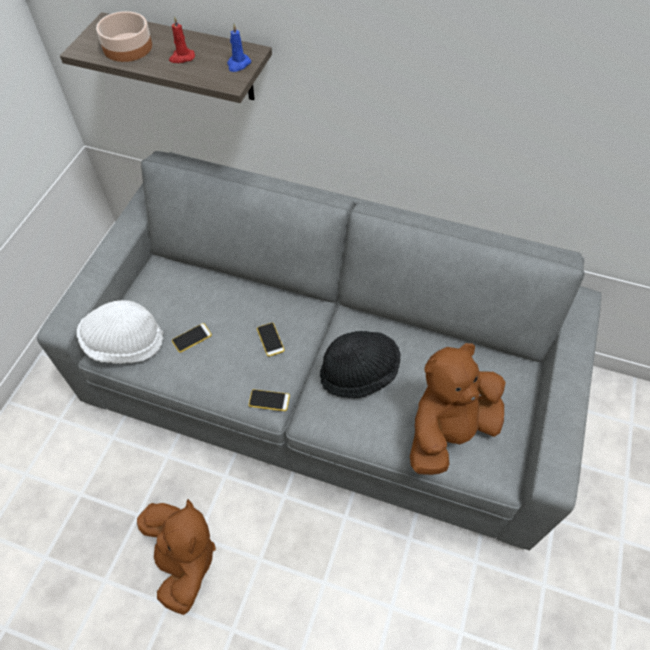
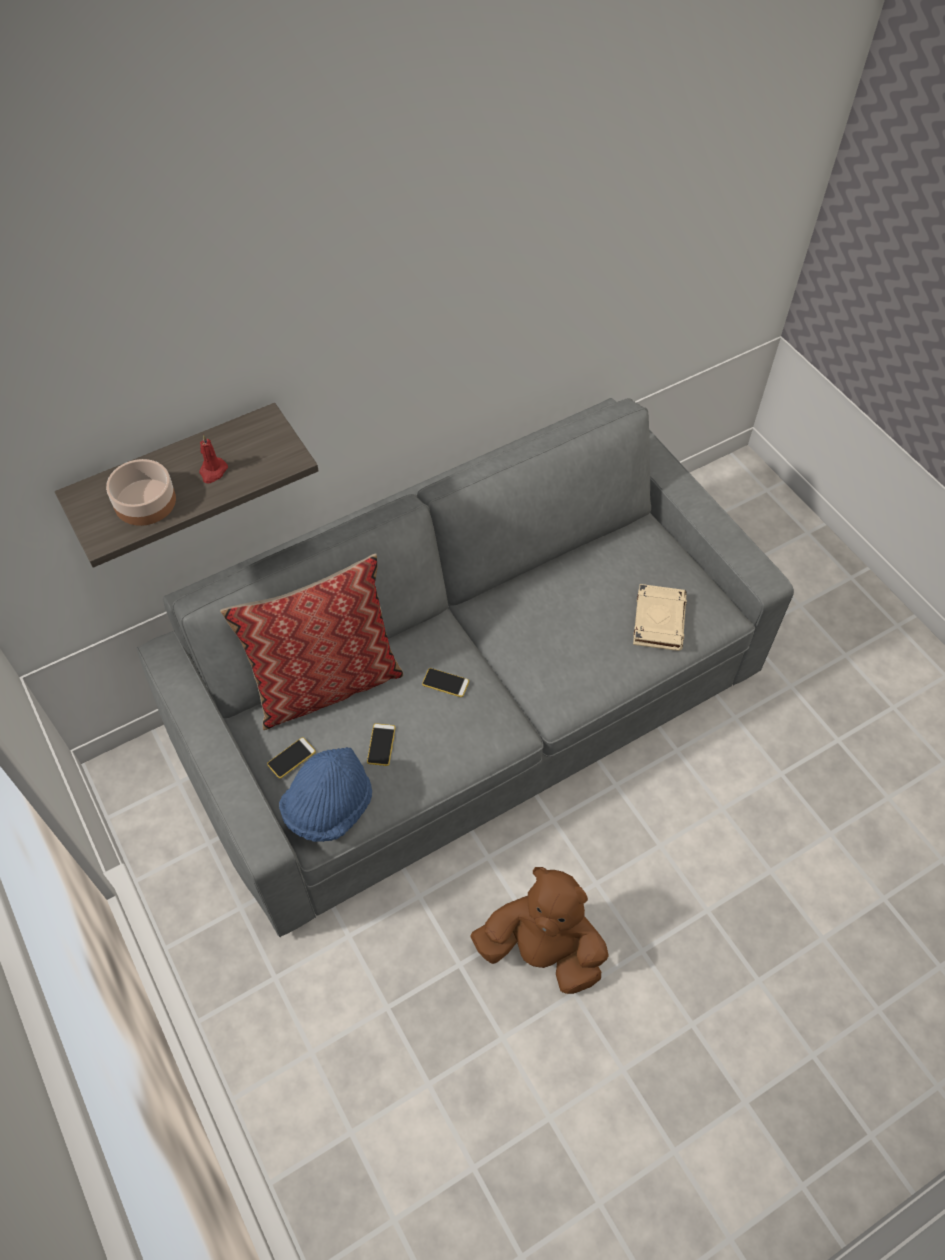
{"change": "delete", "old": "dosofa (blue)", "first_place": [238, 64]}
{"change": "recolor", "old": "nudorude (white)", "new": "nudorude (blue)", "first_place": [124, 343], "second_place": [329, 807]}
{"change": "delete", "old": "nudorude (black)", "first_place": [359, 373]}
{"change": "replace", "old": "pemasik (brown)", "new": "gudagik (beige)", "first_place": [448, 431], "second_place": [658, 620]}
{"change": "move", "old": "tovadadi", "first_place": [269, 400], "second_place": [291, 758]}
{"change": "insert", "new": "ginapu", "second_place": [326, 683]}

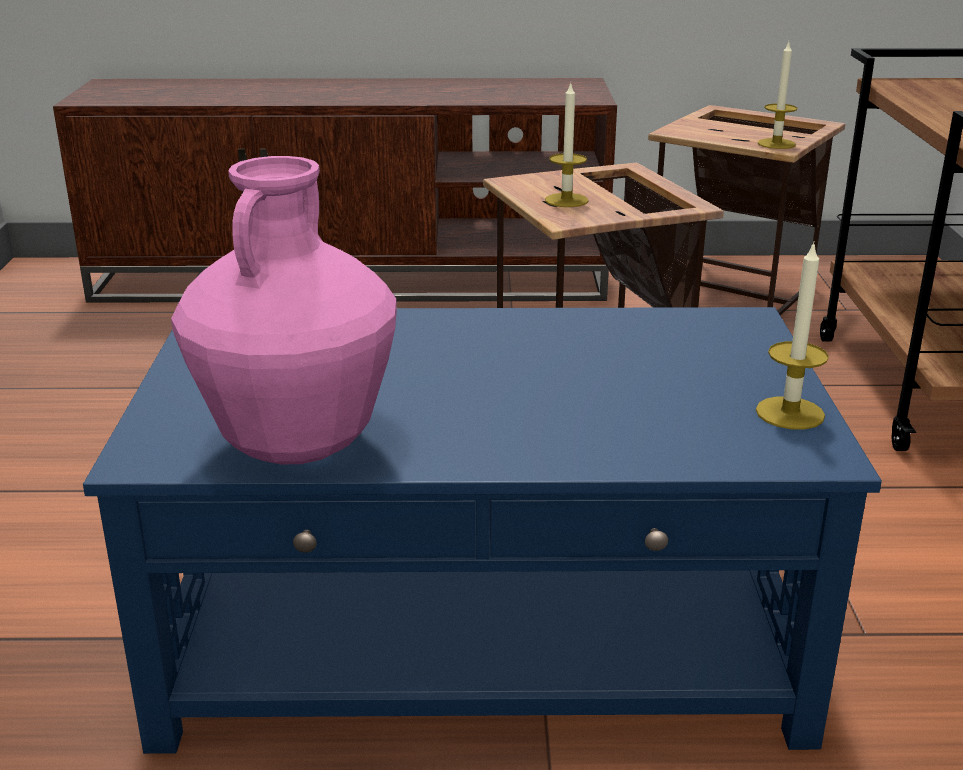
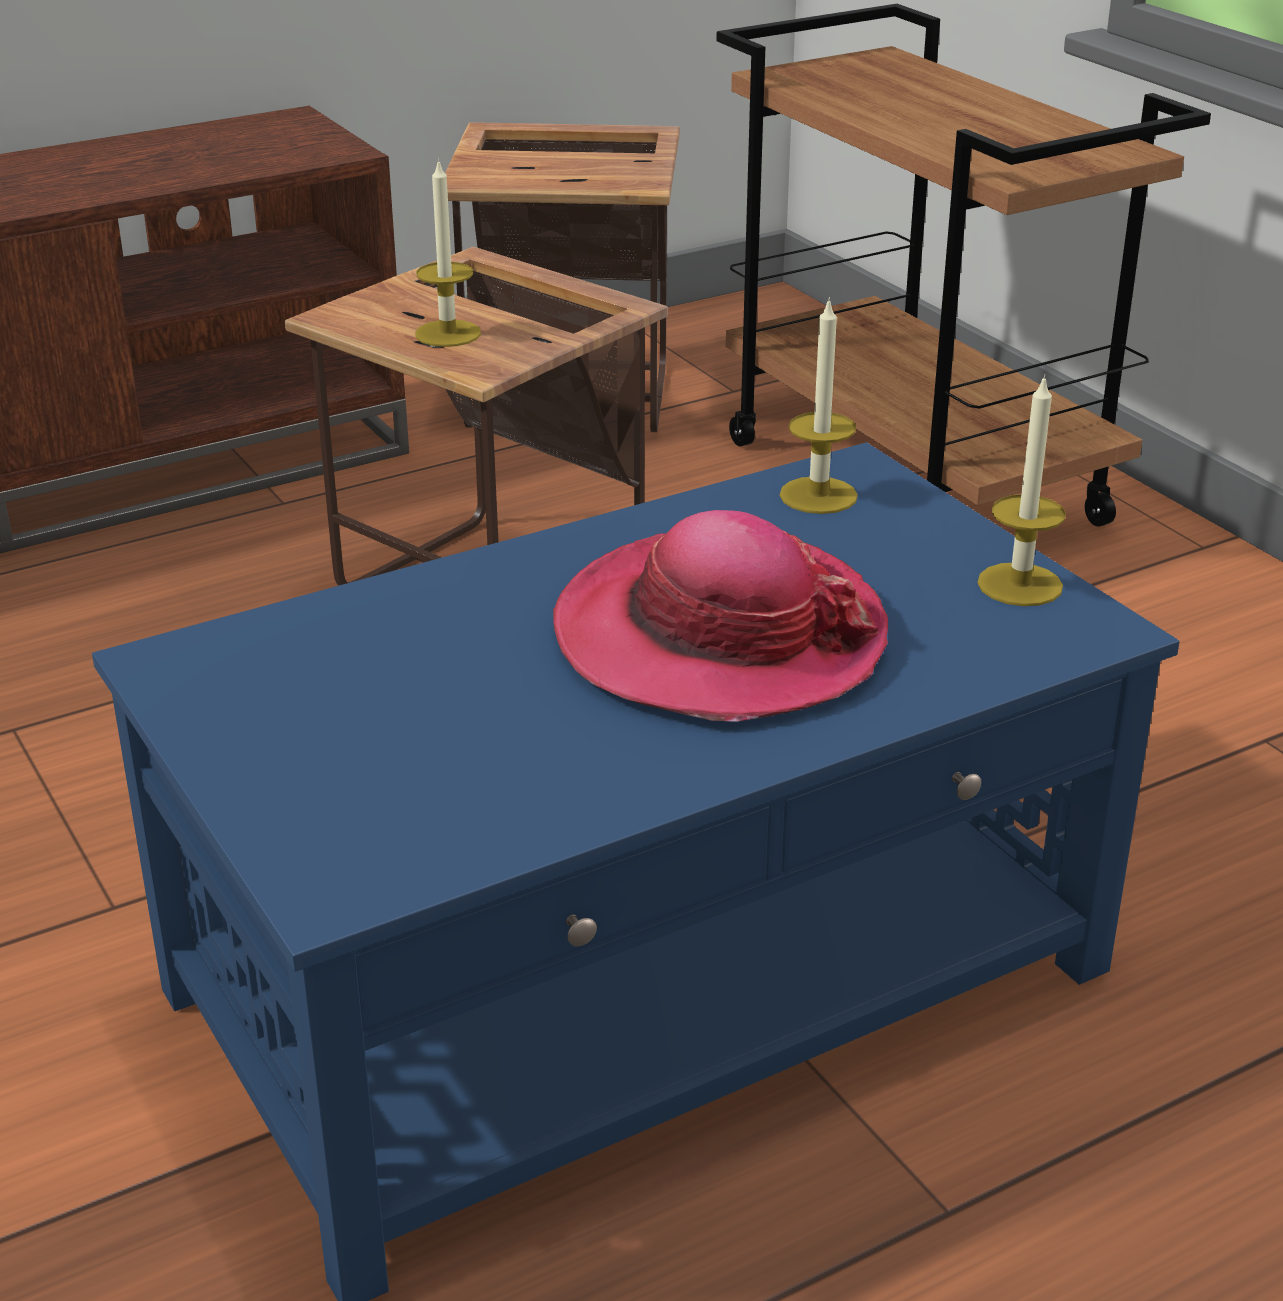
{"change": "move", "old": "dosofa", "first_place": [776, 144], "second_place": [818, 495]}
{"change": "delete", "old": "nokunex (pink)", "first_place": [298, 445]}
{"change": "insert", "new": "nudorude", "second_place": [719, 636]}

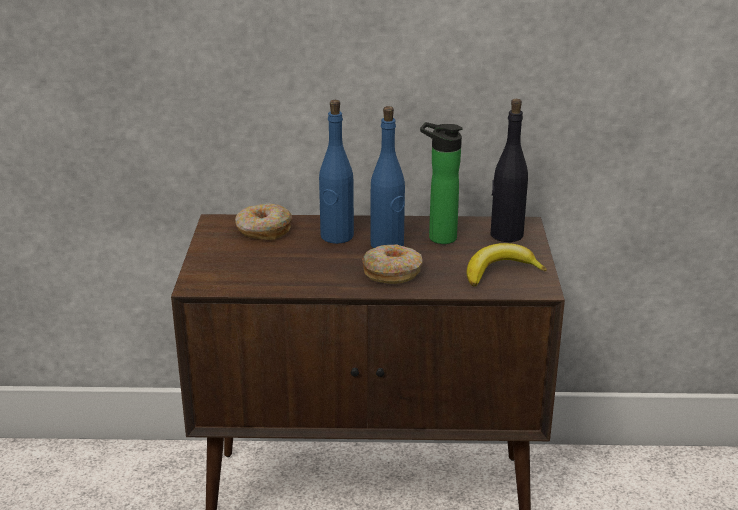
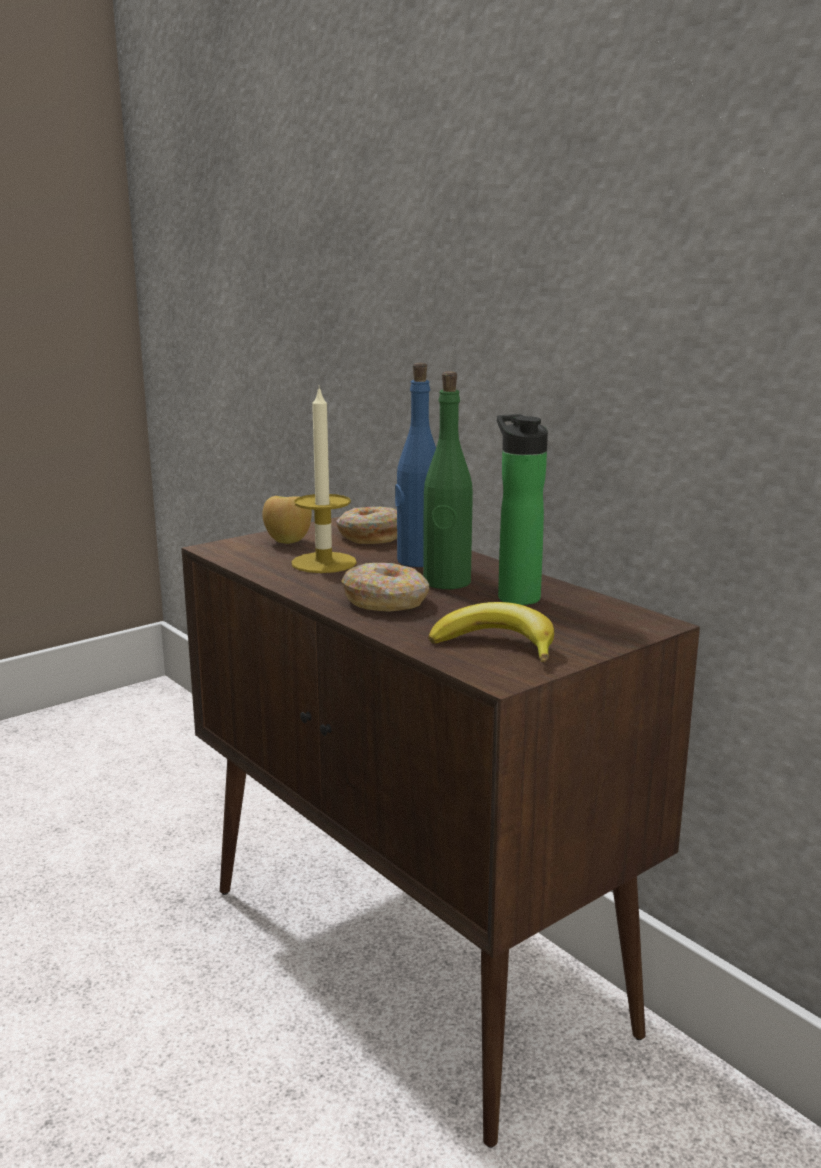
{"change": "delete", "old": "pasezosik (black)", "first_place": [506, 235]}
{"change": "recolor", "old": "pasezosik (blue)", "new": "pasezosik (green)", "first_place": [387, 244], "second_place": [446, 582]}
{"change": "insert", "new": "dosofa", "second_place": [324, 563]}
{"change": "insert", "new": "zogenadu", "second_place": [288, 542]}

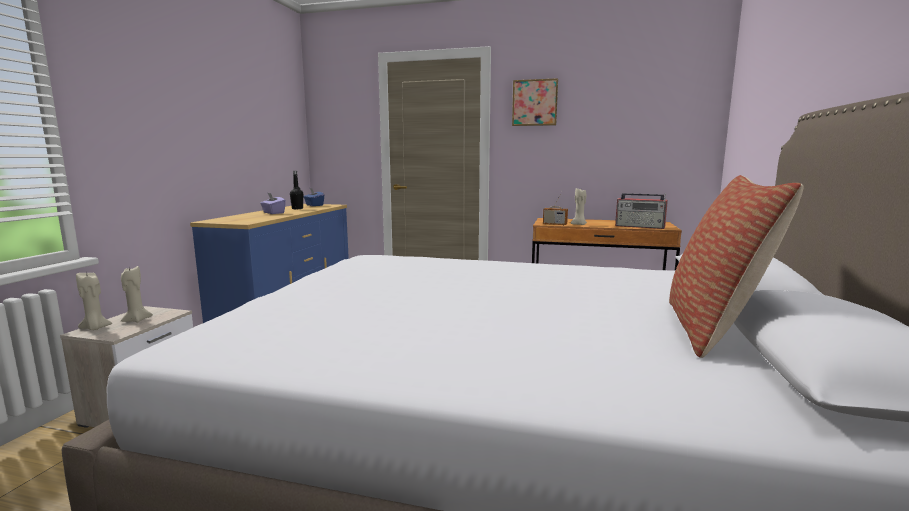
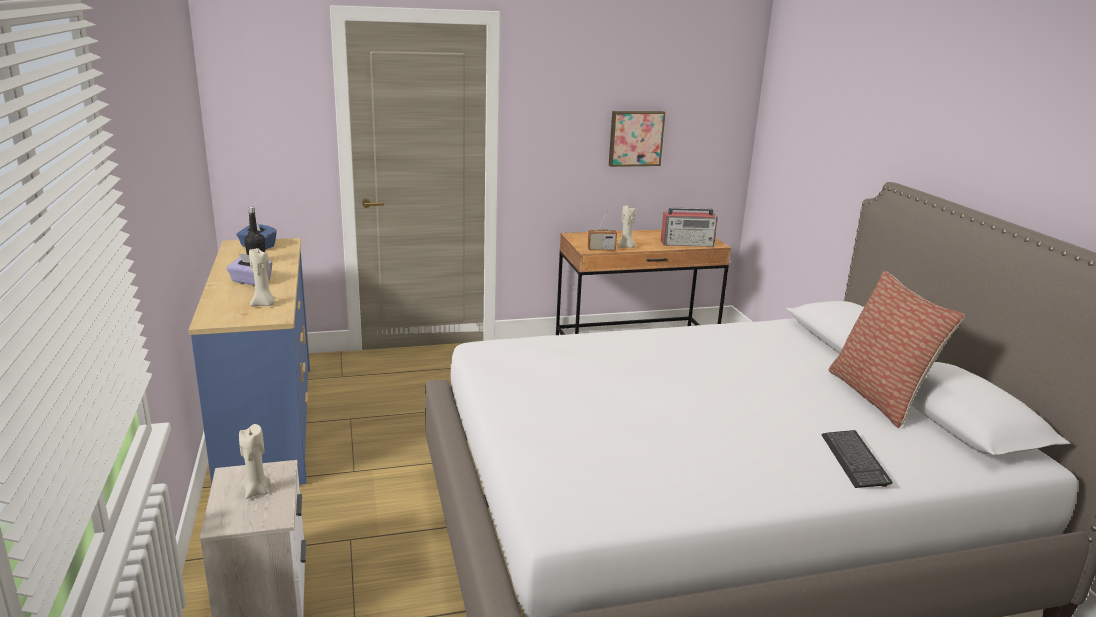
{"change": "move", "old": "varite", "first_place": [535, 103], "second_place": [635, 138]}
{"change": "move", "old": "dosofa (beige)", "first_place": [95, 328], "second_place": [264, 304]}
{"change": "insert", "new": "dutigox", "second_place": [854, 460]}

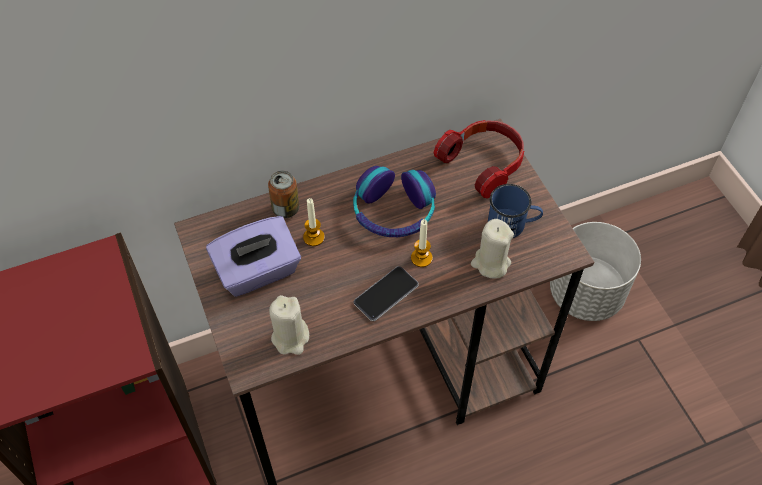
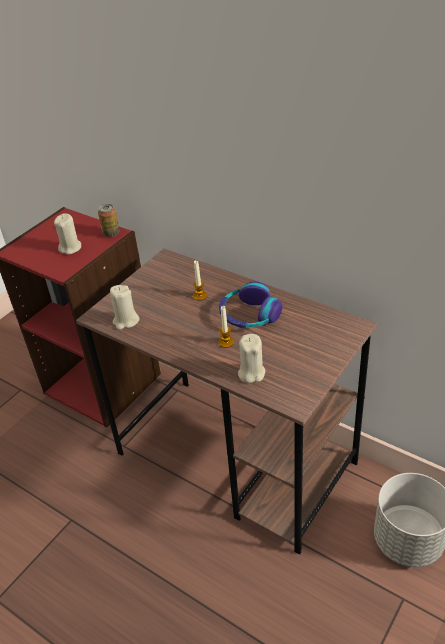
{"change": "delete", "old": "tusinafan", "first_place": [484, 163]}
{"change": "move", "old": "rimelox", "first_place": [286, 209], "second_place": [111, 233]}
{"change": "delete", "old": "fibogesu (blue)", "first_place": [512, 225]}
{"change": "delete", "old": "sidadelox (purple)", "first_place": [258, 272]}
{"change": "delete", "old": "tovadadi", "first_place": [386, 294]}
{"change": "insert", "new": "dosofa (beige)", "second_place": [70, 248]}

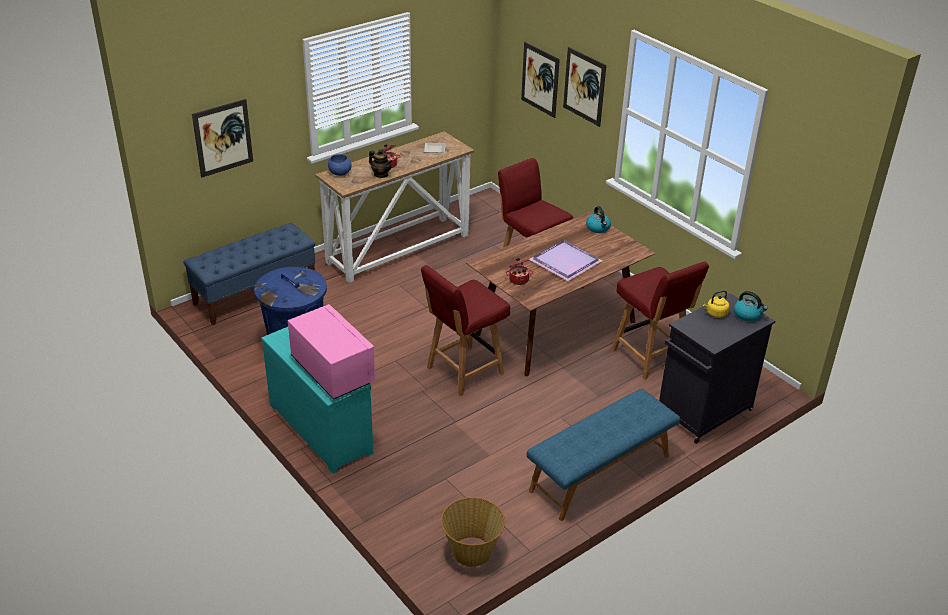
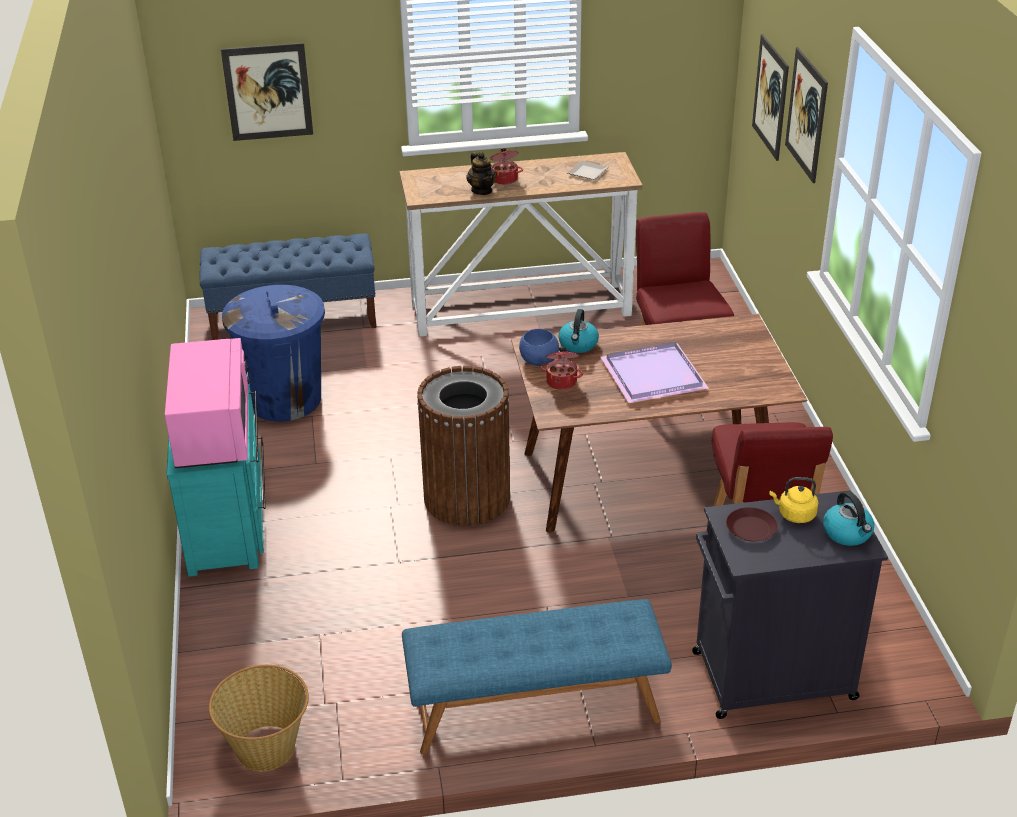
{"change": "move", "old": "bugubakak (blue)", "first_place": [339, 173], "second_place": [538, 360]}
{"change": "move", "old": "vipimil", "first_place": [598, 228], "second_place": [578, 345]}
{"change": "replace", "old": "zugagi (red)", "new": "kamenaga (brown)", "first_place": [463, 371], "second_place": [466, 498]}
{"change": "insert", "new": "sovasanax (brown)", "second_place": [751, 528]}

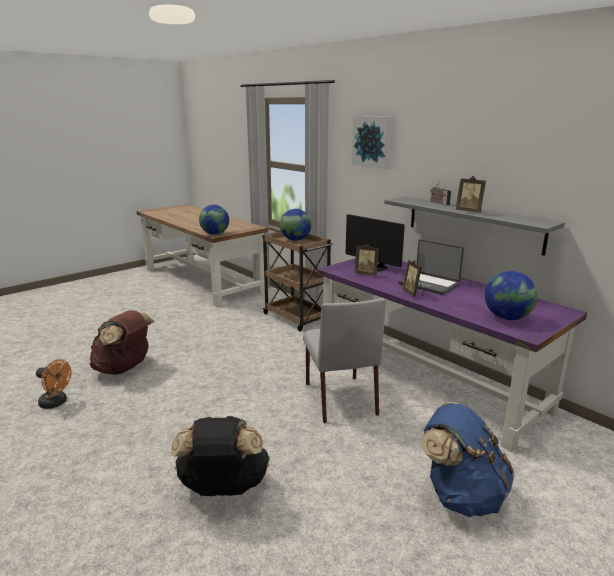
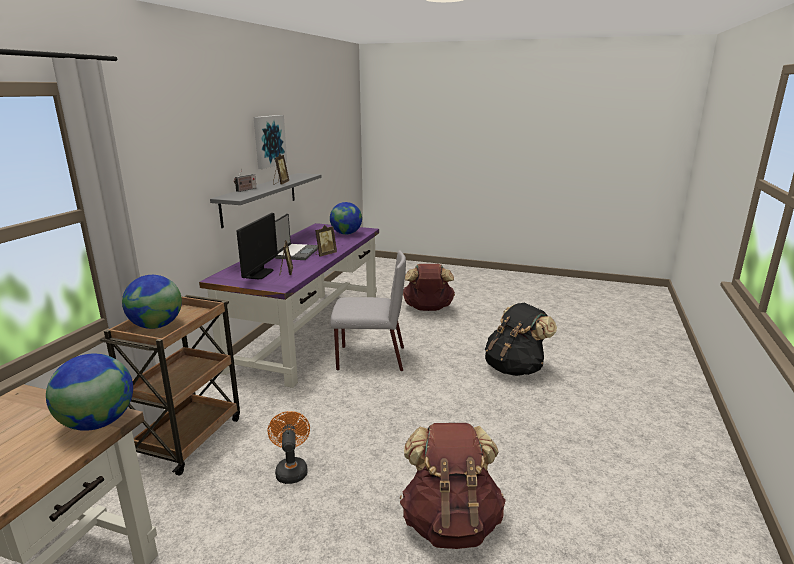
{"change": "move", "old": "varite", "first_place": [372, 141], "second_place": [269, 141]}
{"change": "rotate", "old": "zugagi (grey)", "first_place": [340, 398], "second_place": [369, 358], "degrees": 45}
{"change": "move", "old": "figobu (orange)", "first_place": [56, 403], "second_place": [291, 469]}
{"change": "recolor", "old": "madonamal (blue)", "new": "madonamal (brown)", "first_place": [461, 495], "second_place": [428, 309]}

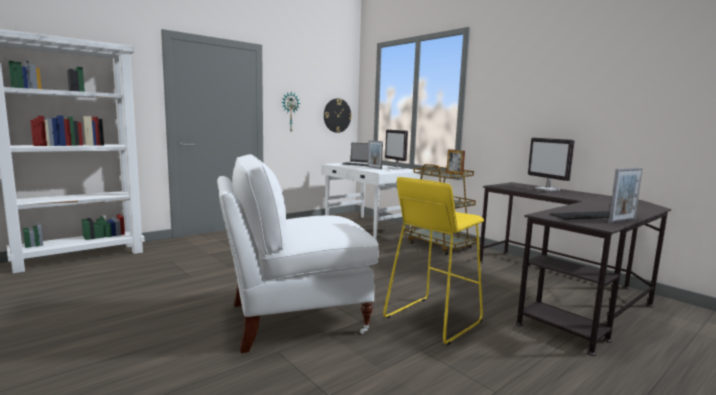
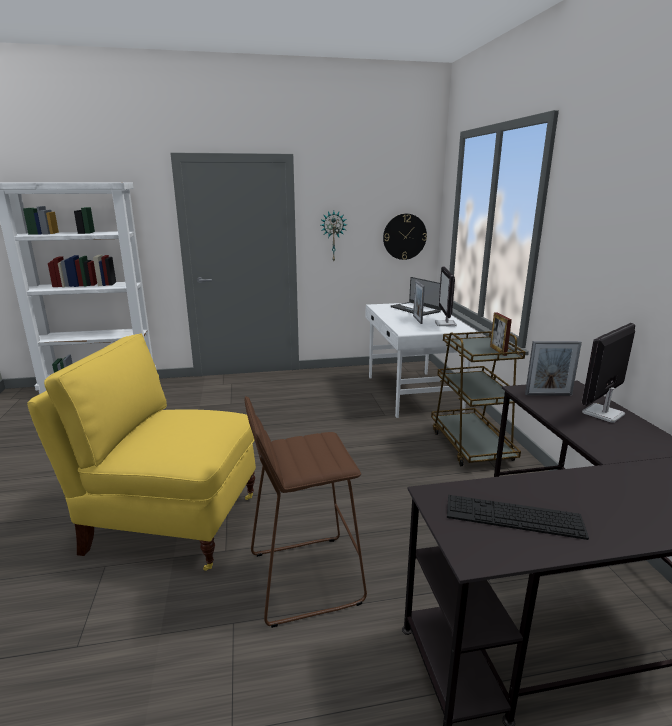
{"change": "rotate", "old": "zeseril", "first_place": [547, 189], "second_place": [603, 414], "degrees": 45}
{"change": "recolor", "old": "zugagi (white)", "new": "zugagi (yellow)", "first_place": [294, 318], "second_place": [170, 523]}
{"change": "move", "old": "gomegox", "first_place": [622, 221], "second_place": [548, 394]}
{"change": "recolor", "old": "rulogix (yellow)", "new": "rulogix (brown)", "first_place": [432, 319], "second_place": [304, 577]}

